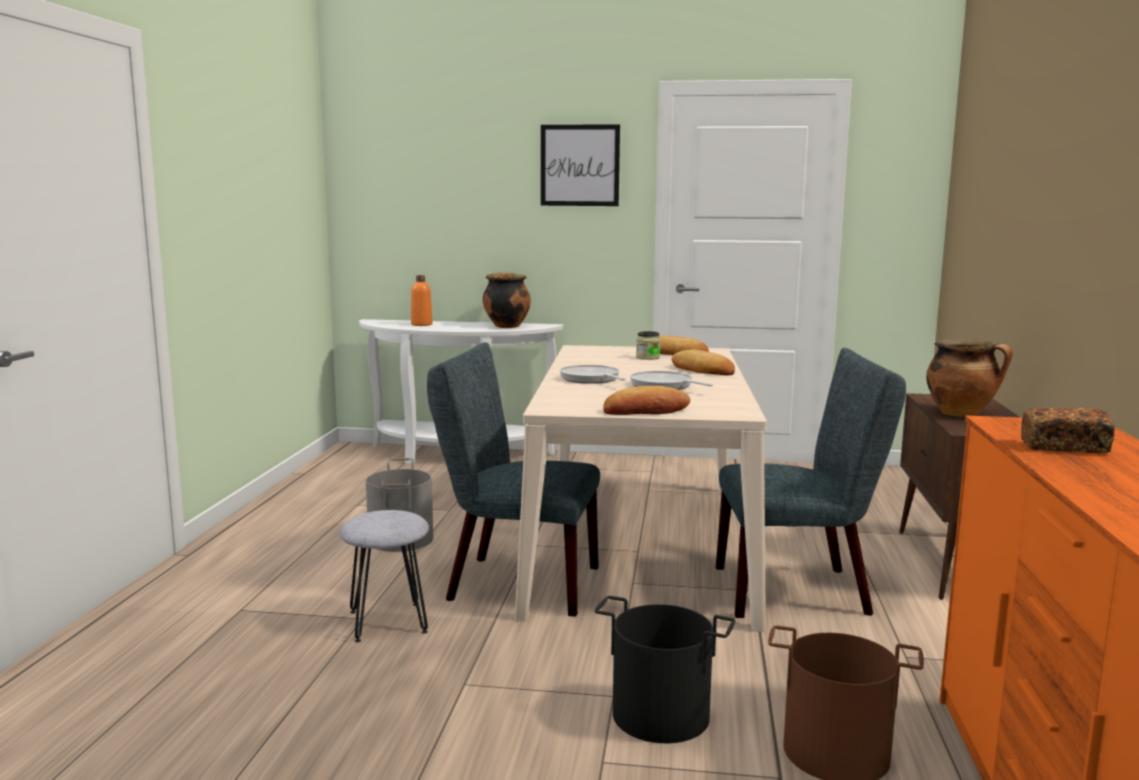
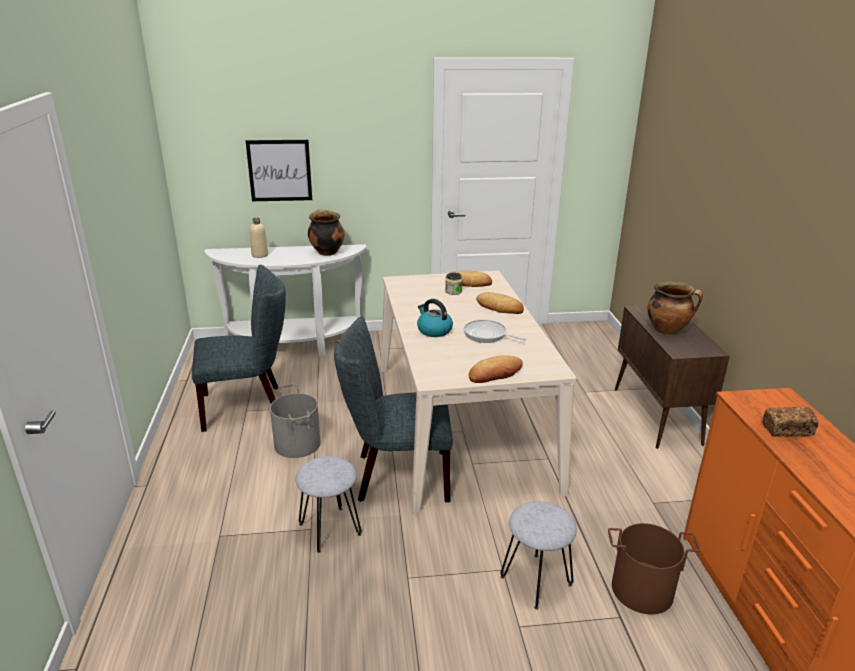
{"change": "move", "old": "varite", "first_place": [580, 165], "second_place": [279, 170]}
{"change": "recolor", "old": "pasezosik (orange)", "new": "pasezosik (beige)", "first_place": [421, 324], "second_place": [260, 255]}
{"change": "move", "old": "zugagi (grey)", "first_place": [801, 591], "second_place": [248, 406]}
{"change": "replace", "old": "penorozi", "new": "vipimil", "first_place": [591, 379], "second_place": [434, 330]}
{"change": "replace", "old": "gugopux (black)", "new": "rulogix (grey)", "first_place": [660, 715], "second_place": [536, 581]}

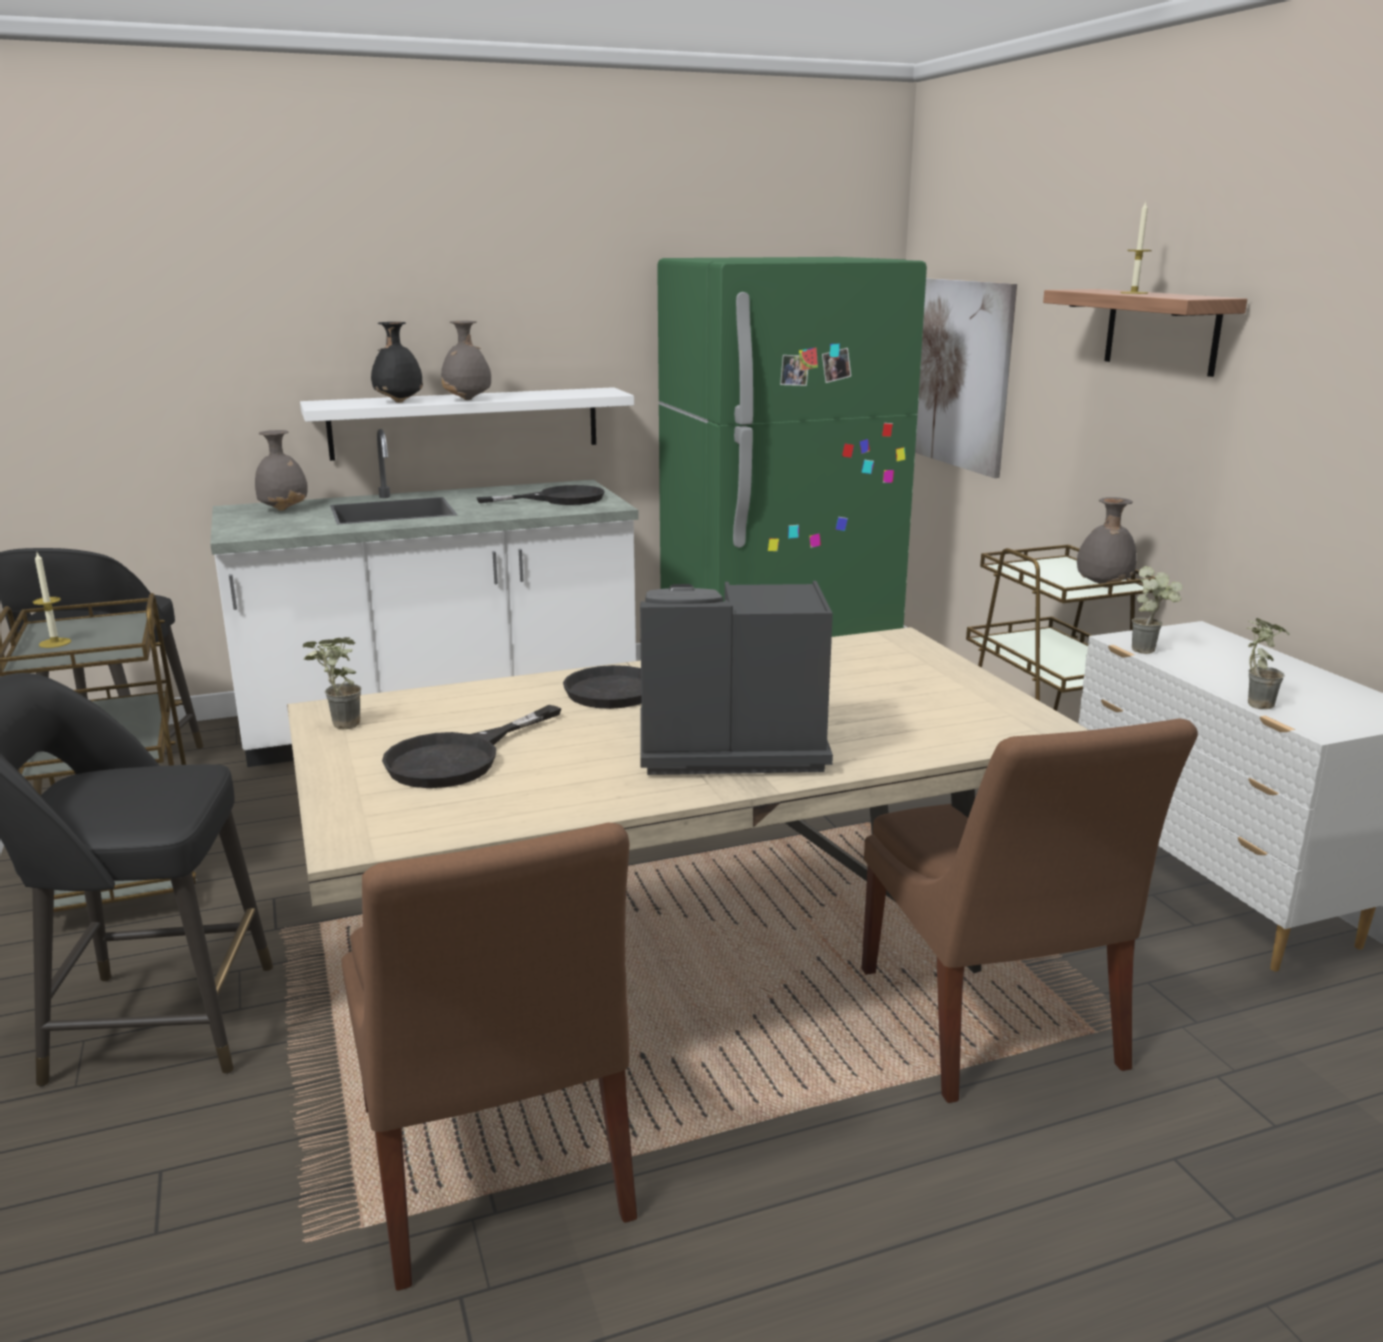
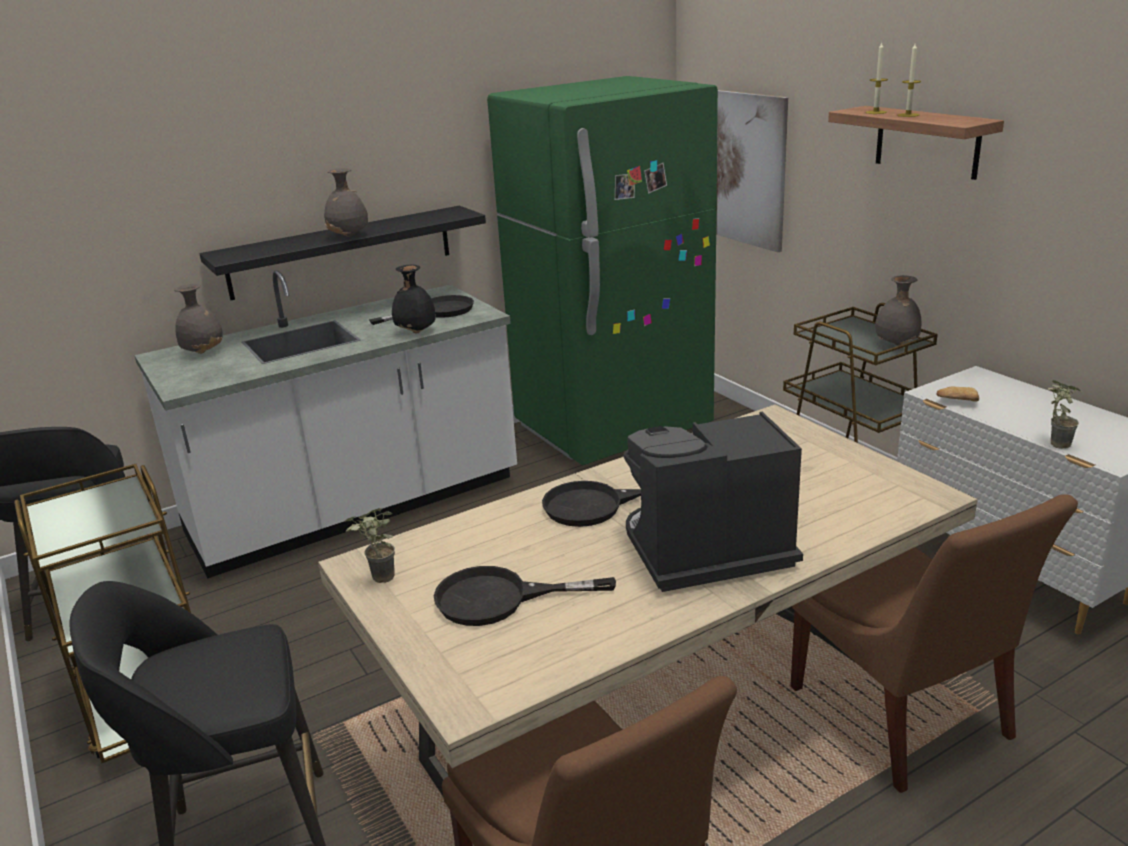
{"change": "move", "old": "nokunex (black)", "first_place": [398, 401], "second_place": [415, 332]}
{"change": "recolor", "old": "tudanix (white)", "new": "tudanix (black)", "first_place": [465, 423], "second_place": [341, 252]}
{"change": "move", "old": "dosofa", "first_place": [55, 643], "second_place": [876, 112]}
{"change": "replace", "old": "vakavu", "new": "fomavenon", "first_place": [1150, 651], "second_place": [956, 401]}
{"change": "rotate", "old": "penorozi (black)", "first_place": [458, 758], "second_place": [499, 599], "degrees": 60}

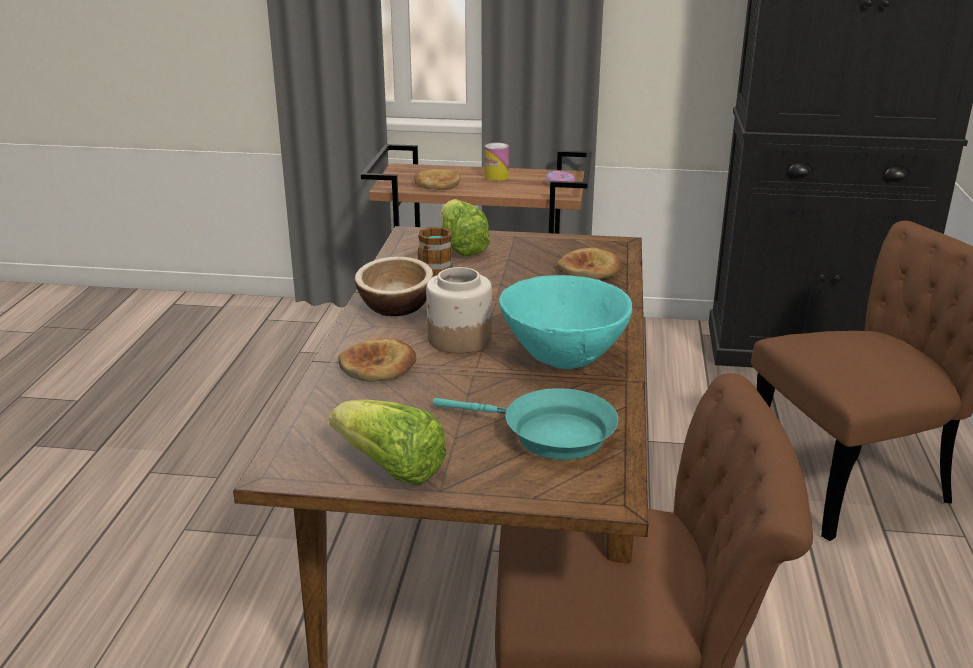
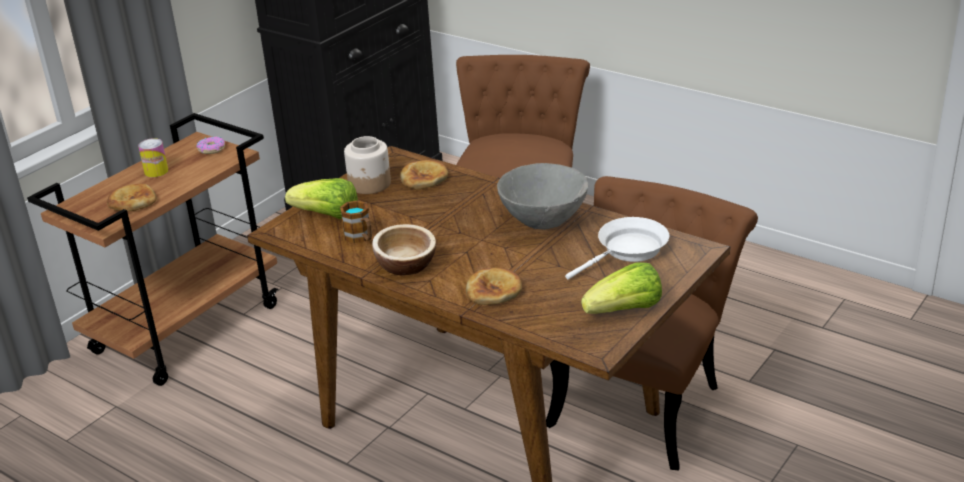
{"change": "move", "old": "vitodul", "first_place": [459, 339], "second_place": [370, 184]}
{"change": "recolor", "old": "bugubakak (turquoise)", "new": "bugubakak (grey)", "first_place": [563, 359], "second_place": [543, 222]}
{"change": "recolor", "old": "penorozi (turquoise)", "new": "penorozi (white)", "first_place": [549, 435], "second_place": [628, 250]}

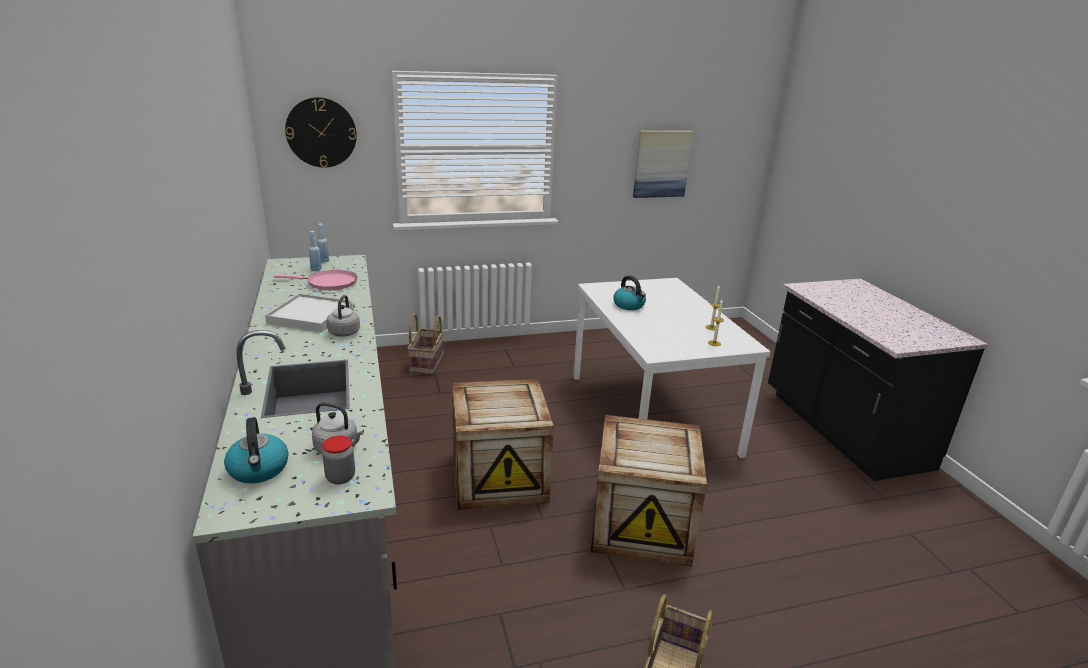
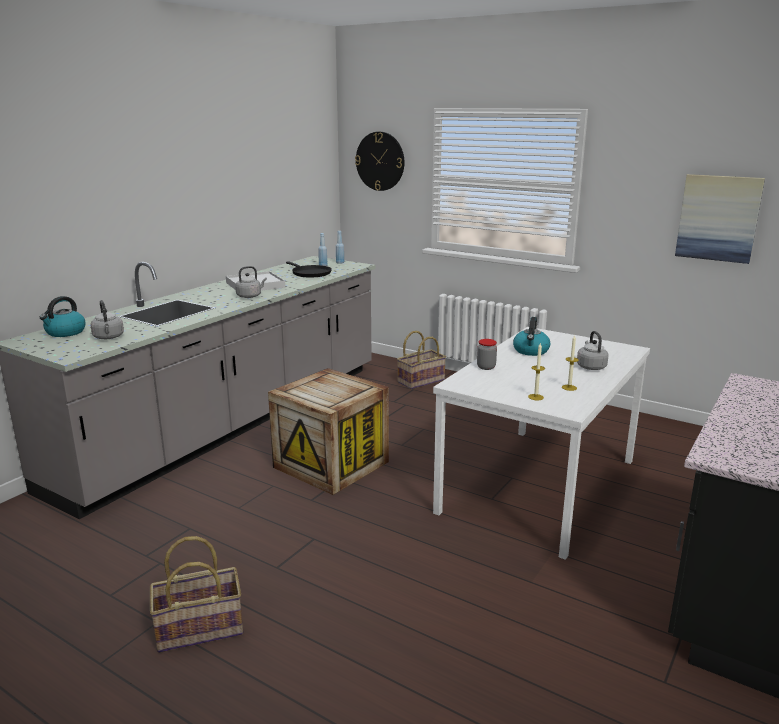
{"change": "recolor", "old": "penorozi (pink)", "new": "penorozi (black)", "first_place": [329, 283], "second_place": [310, 273]}
{"change": "delete", "old": "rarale", "first_place": [641, 525]}
{"change": "move", "old": "vitodul", "first_place": [340, 477], "second_place": [486, 367]}
{"change": "insert", "new": "vipimil (grey)", "second_place": [590, 366]}

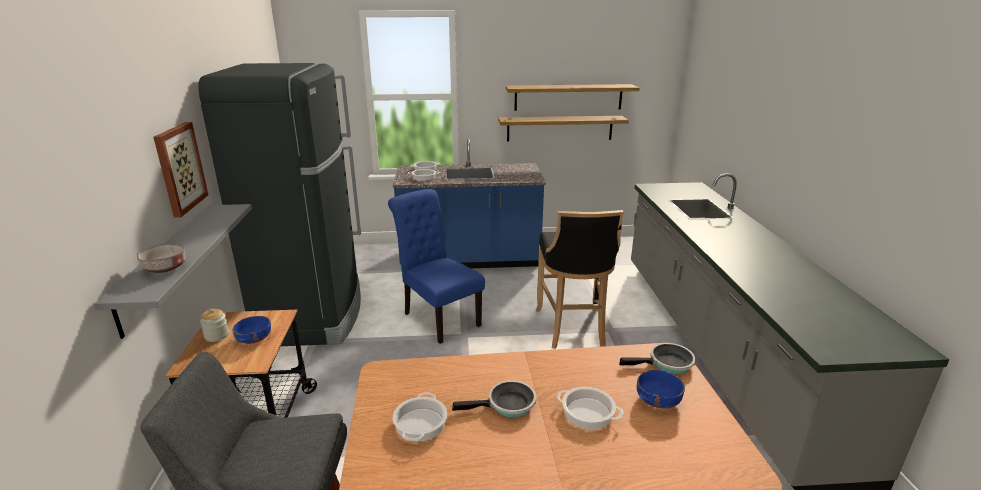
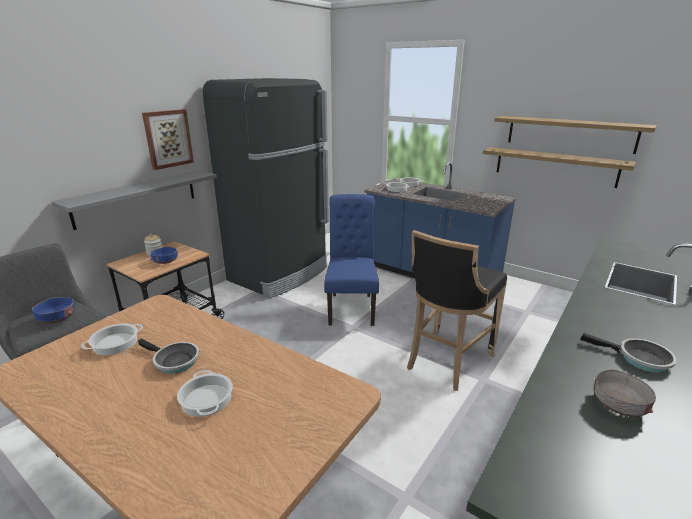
{"change": "move", "old": "bugubakak (grey)", "first_place": [165, 269], "second_place": [618, 405]}
{"change": "move", "old": "penorozi", "first_place": [667, 363], "second_place": [639, 359]}
{"change": "move", "old": "bugubakak (blue)", "first_place": [658, 400], "second_place": [57, 319]}

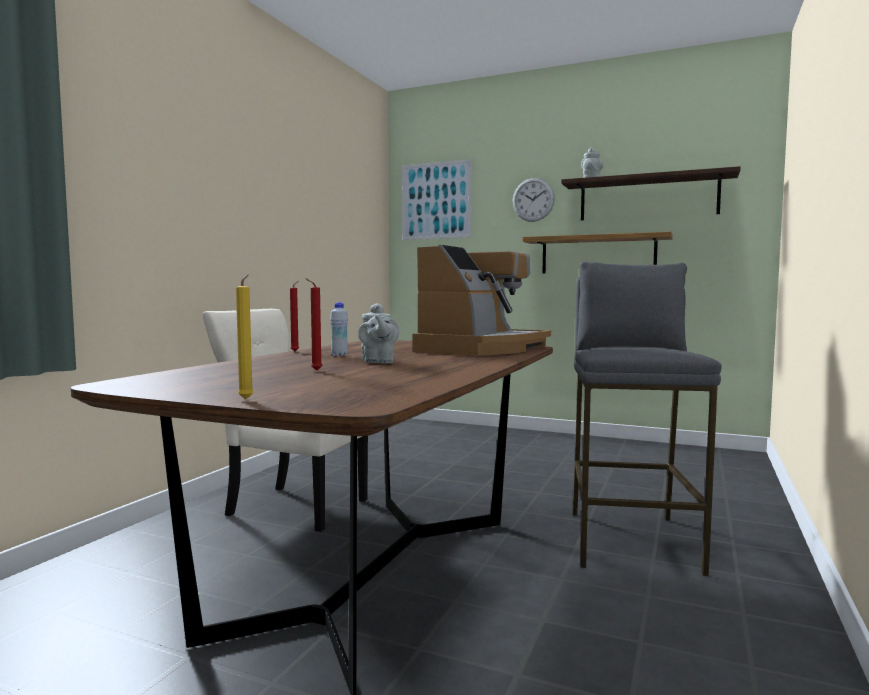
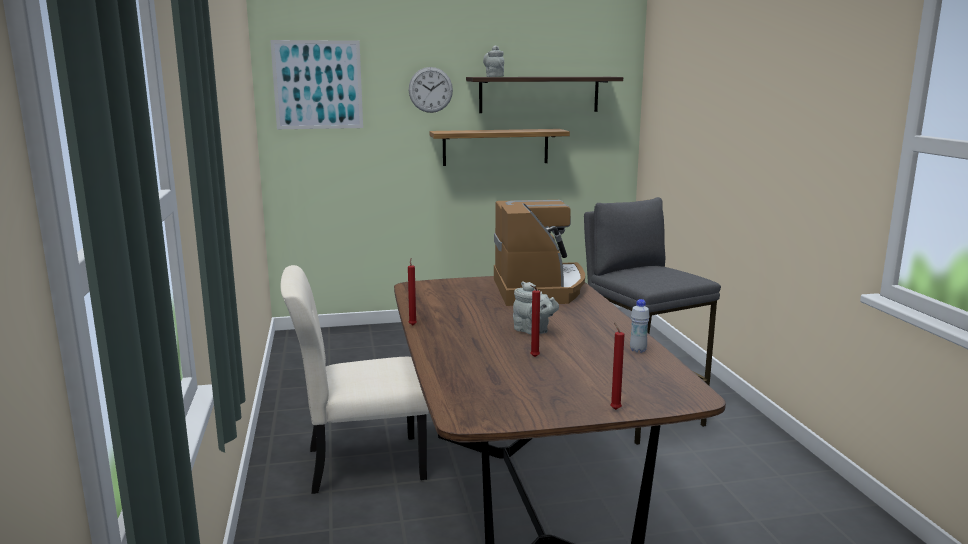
{"change": "recolor", "old": "dosofa (yellow)", "new": "dosofa (red)", "first_place": [247, 398], "second_place": [614, 409]}
{"change": "move", "old": "pasezosik (white)", "first_place": [339, 355], "second_place": [638, 350]}

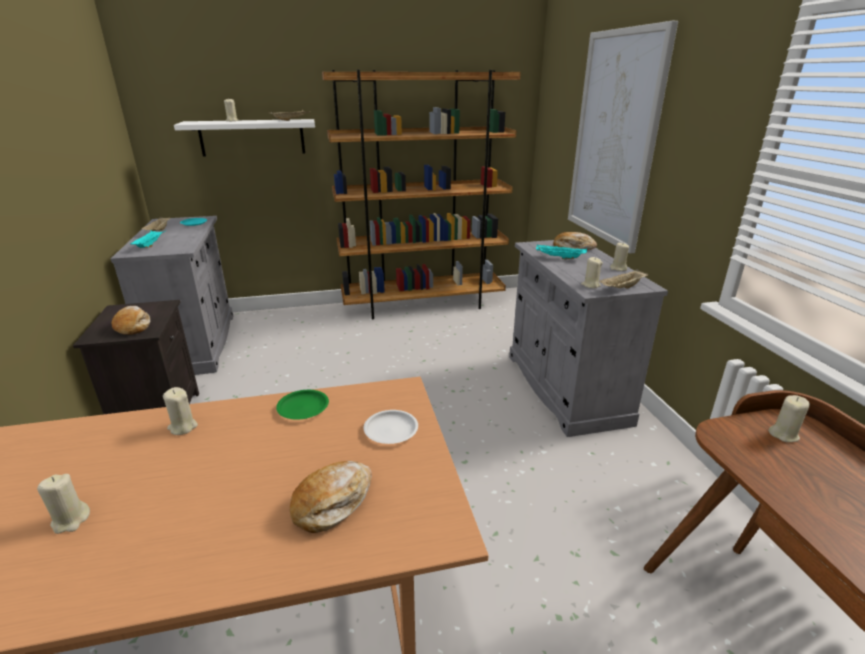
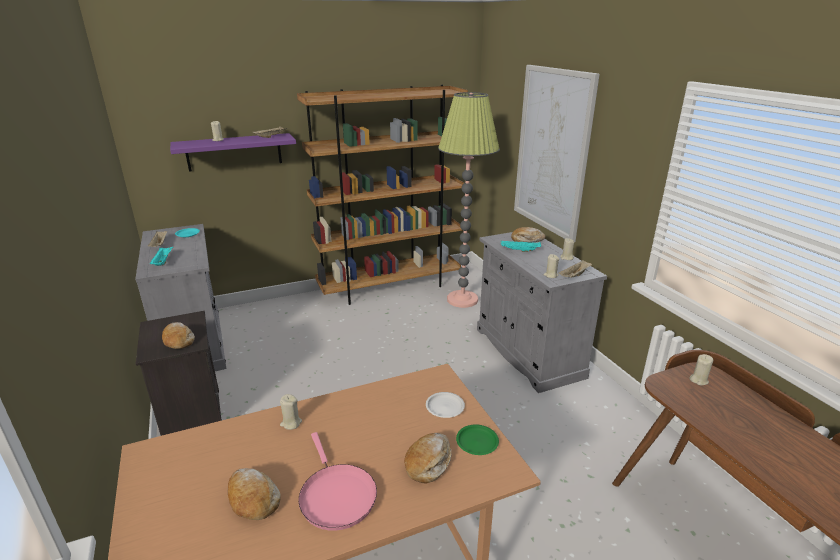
{"change": "recolor", "old": "tudanix (white)", "new": "tudanix (purple)", "first_place": [252, 137], "second_place": [234, 152]}
{"change": "move", "old": "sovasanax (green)", "first_place": [303, 408], "second_place": [477, 442]}
{"change": "replace", "old": "dosofa (beige)", "new": "fomavenon", "first_place": [71, 520], "second_place": [253, 499]}
{"change": "insert", "new": "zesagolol", "second_place": [462, 300]}
{"change": "insert", "new": "penorozi (pink)", "second_place": [336, 495]}

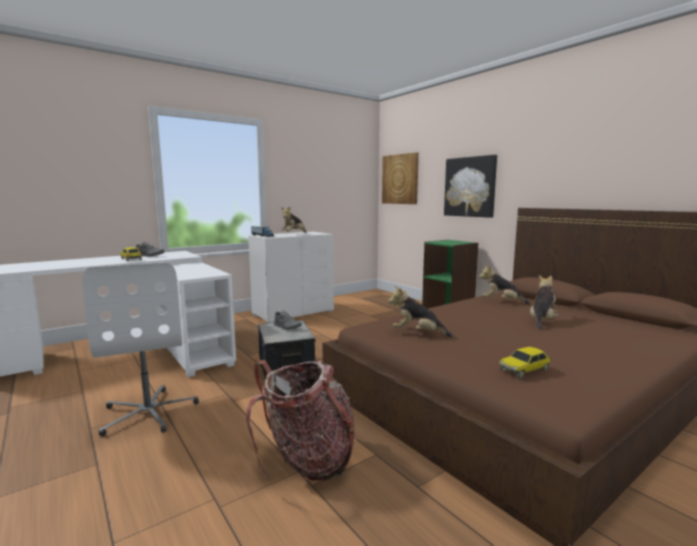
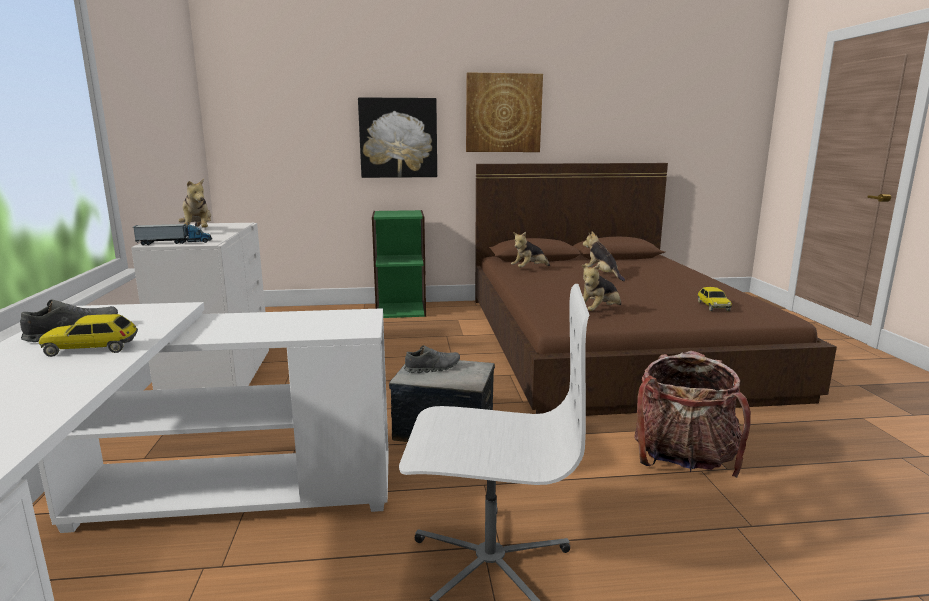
{"change": "move", "old": "varite", "first_place": [400, 179], "second_place": [503, 113]}

